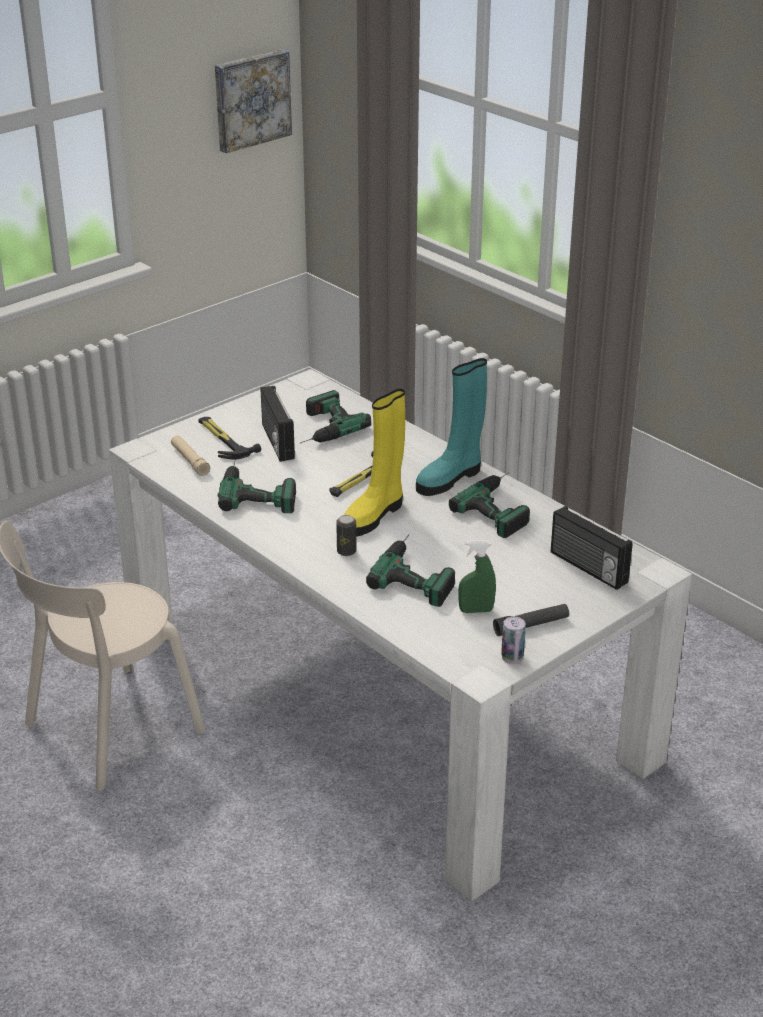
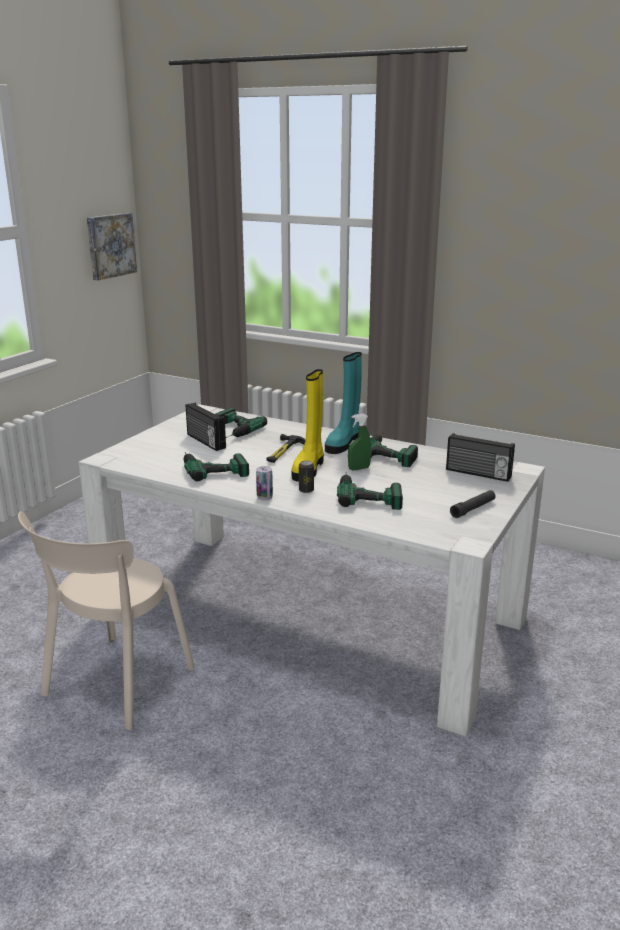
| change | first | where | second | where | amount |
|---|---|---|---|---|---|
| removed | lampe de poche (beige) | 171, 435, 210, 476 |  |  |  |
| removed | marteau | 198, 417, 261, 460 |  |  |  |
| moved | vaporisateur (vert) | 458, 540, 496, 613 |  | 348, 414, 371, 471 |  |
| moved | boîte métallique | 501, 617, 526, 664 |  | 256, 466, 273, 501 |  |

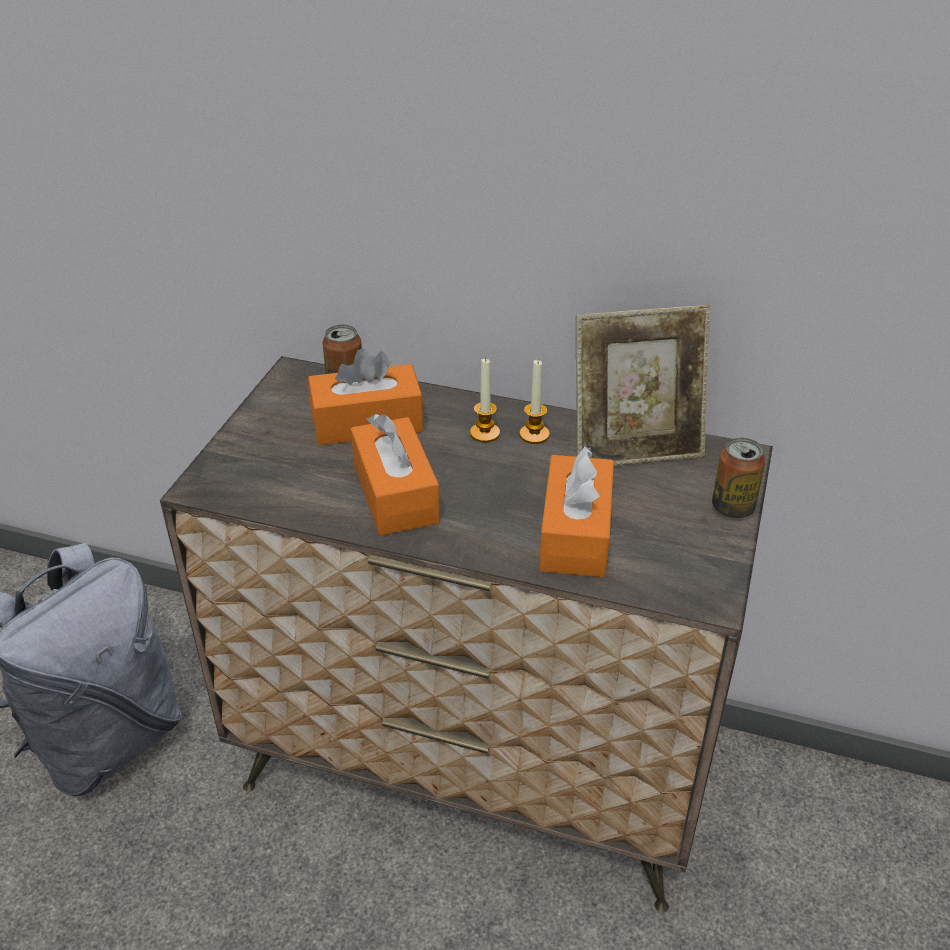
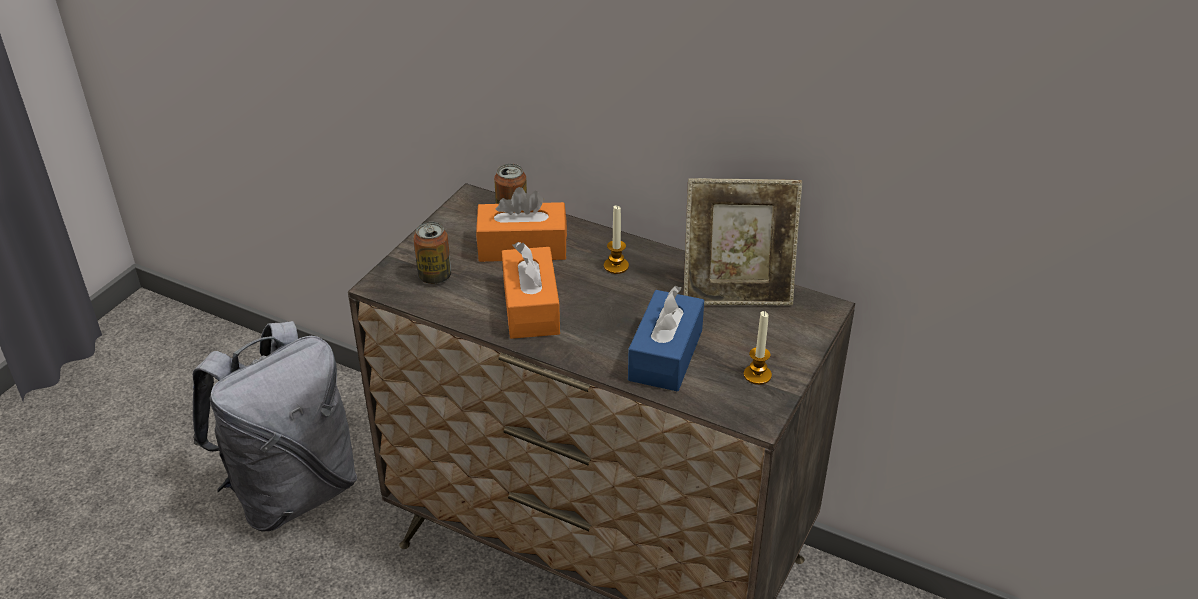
| change | first | where | second | where | amount |
|---|---|---|---|---|---|
| moved | bougie | 519, 360, 550, 444 |  | 744, 311, 772, 385 |  |
| recoloured | boîte à mouchoirs (orange) | 539, 446, 614, 577 | boîte à mouchoirs (bleu) | 628, 286, 704, 392 |  |
| moved | boîte métallique | 712, 438, 766, 518 |  | 414, 222, 451, 284 |  |

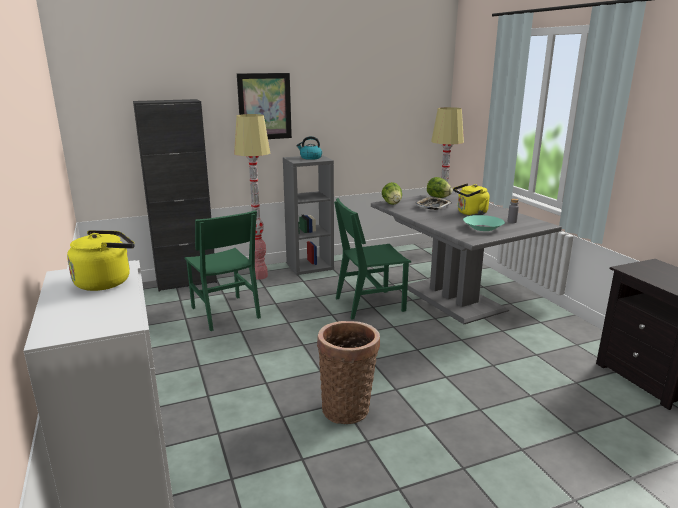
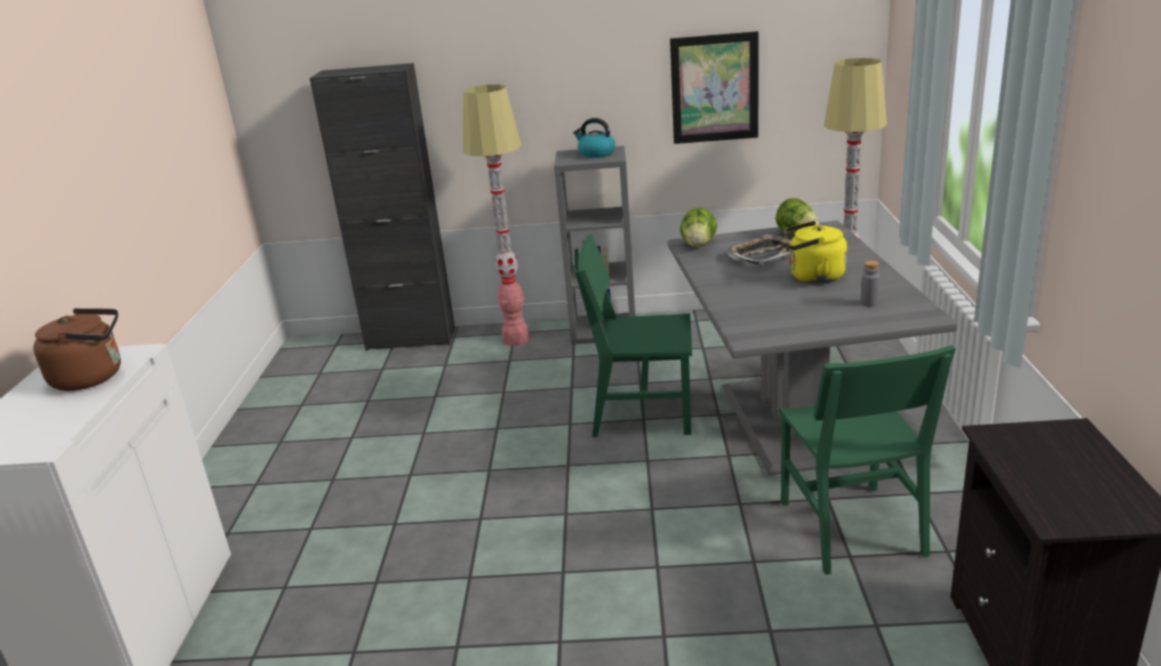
| change | first | where | second | where | amount |
|---|---|---|---|---|---|
| recoloured | bouilloire (jaune) | 67, 230, 135, 291 | bouilloire (marron) | 33, 308, 121, 391 |  |
| moved | chaise (vert) | 185, 210, 261, 331 |  | 779, 345, 956, 575 |  |
| moved | tableau | 237, 73, 292, 139 |  | 670, 31, 759, 144 |  |
| removed | panier | 317, 321, 380, 424 |  |  |  |
| removed | bol (turquoise) | 463, 215, 505, 231 |  |  |  |

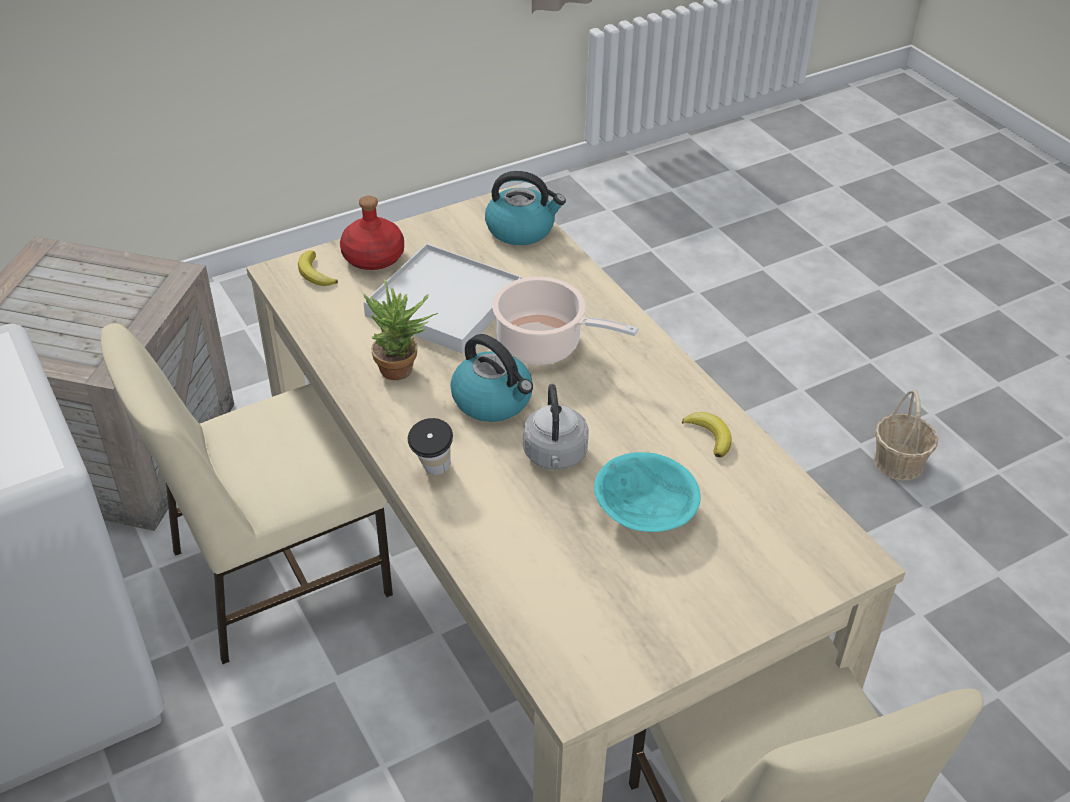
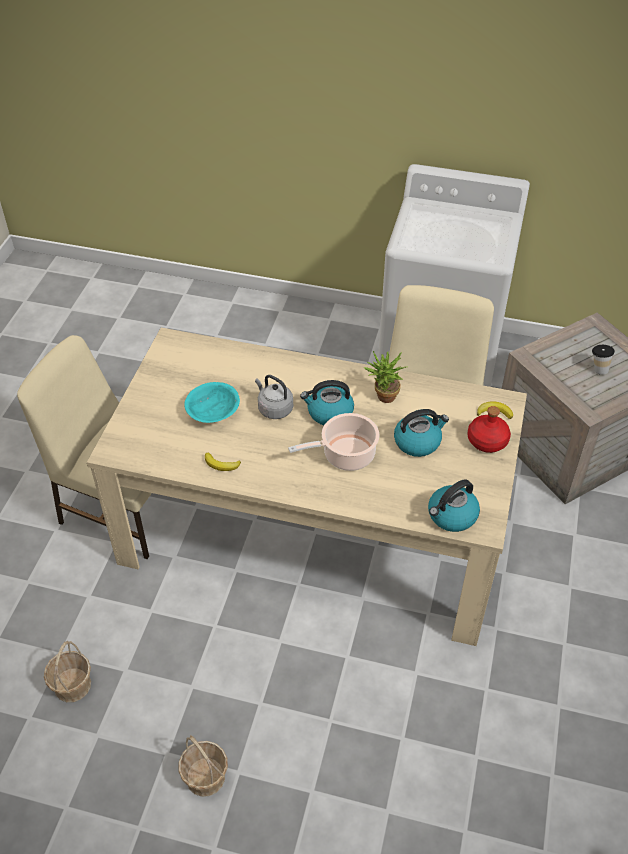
| change | first | where | second | where | amount |
|---|---|---|---|---|---|
| replaced | plateau (blanc) | 364, 243, 521, 354 | bouilloire | 394, 409, 449, 457 |  |
| moved | tasse | 408, 418, 453, 475 |  | 592, 345, 615, 375 |  |
| added |  |  | panier | 44, 641, 91, 702 |  |

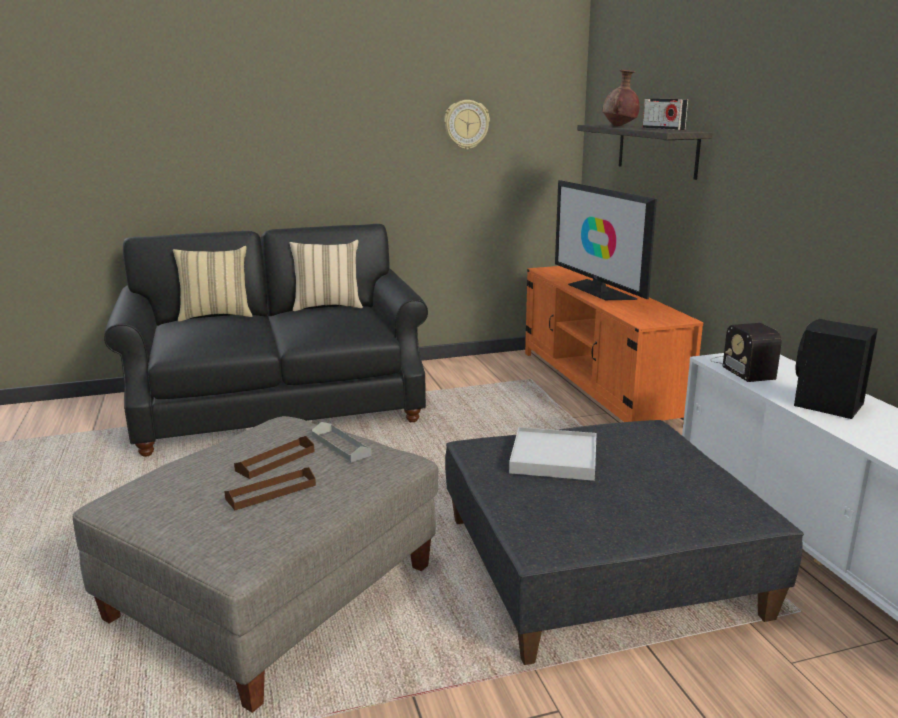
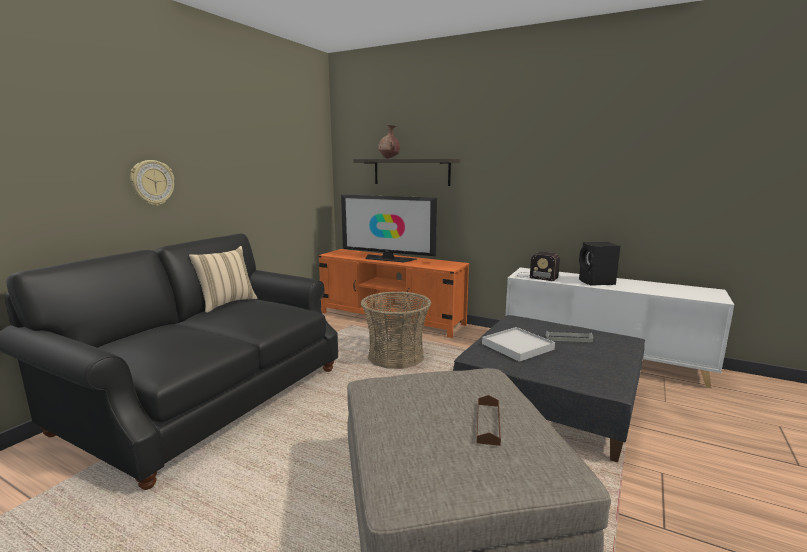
| change | first | where | second | where | amount |
|---|---|---|---|---|---|
| removed | coussin (beige) | 173, 246, 253, 322 |  |  |  |
| removed | plateau (marron) | 234, 436, 315, 479 |  |  |  |
| moved | plateau (gris) | 312, 422, 372, 463 |  | 546, 331, 593, 342 |  |
| moved | horloge murale | 444, 100, 490, 150 |  | 130, 160, 174, 206 |  |
| removed | radio | 643, 99, 688, 130 |  |  |  |
| added |  |  | panier | 360, 291, 431, 369 |  |

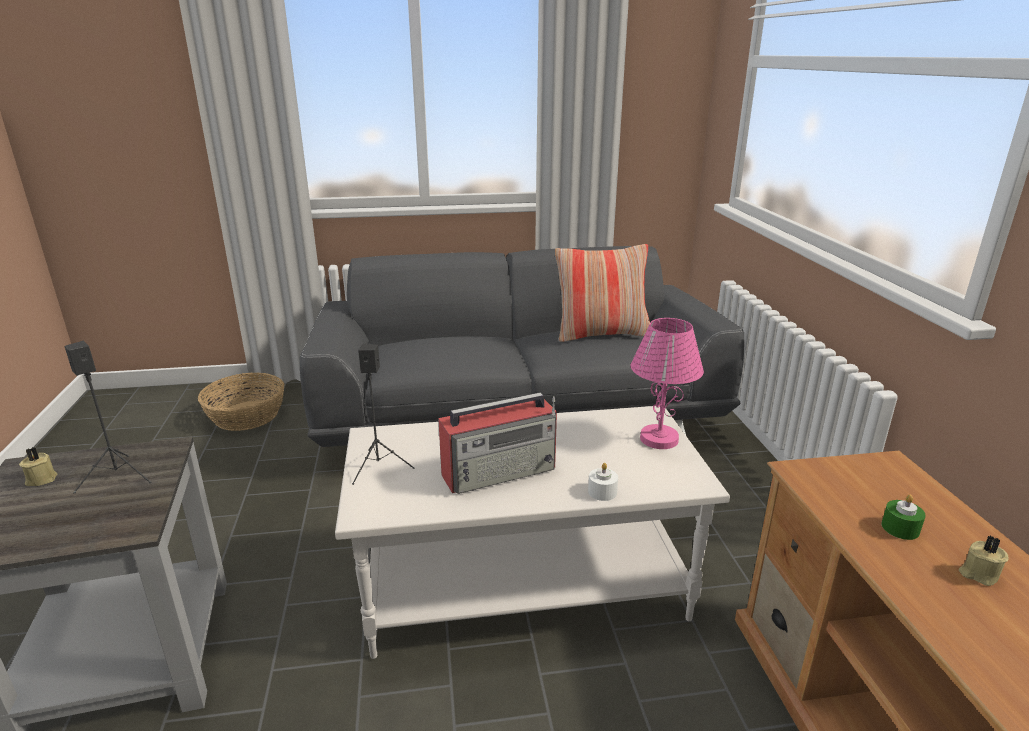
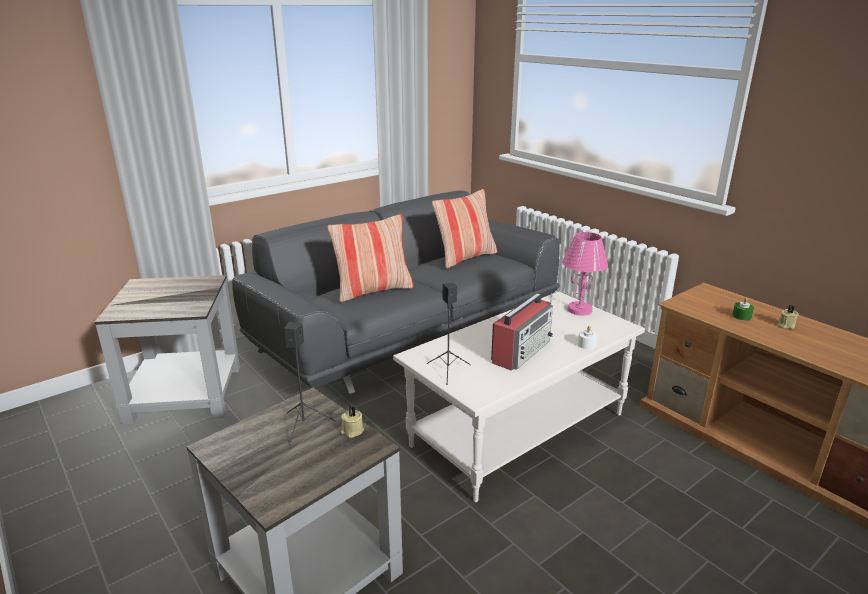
| change | first | where | second | where | amount |
|---|---|---|---|---|---|
| moved | bougie (beige) | 19, 447, 57, 486 |  | 340, 406, 364, 438 |  |
| replaced | panier | 198, 373, 284, 431 | table d'appoint (gris) | 95, 275, 240, 424 |  |
| added |  |  | coussin | 328, 214, 414, 302 |  |

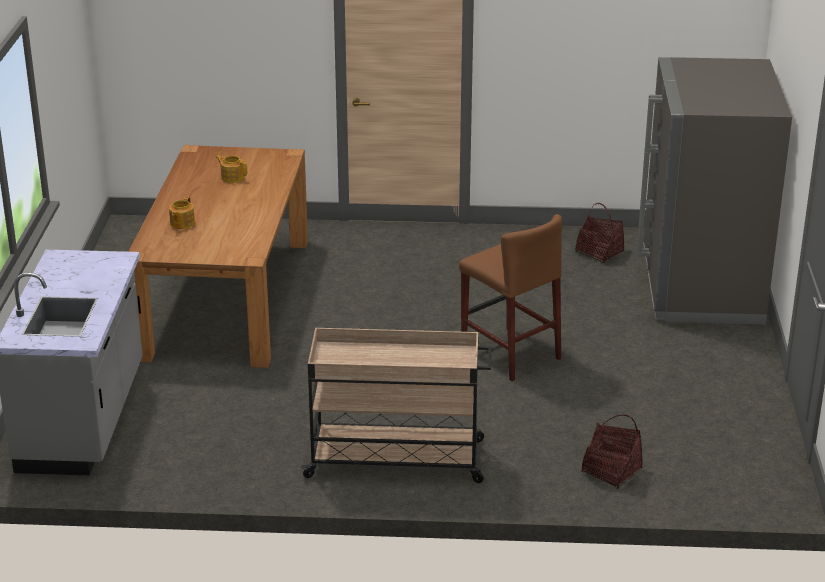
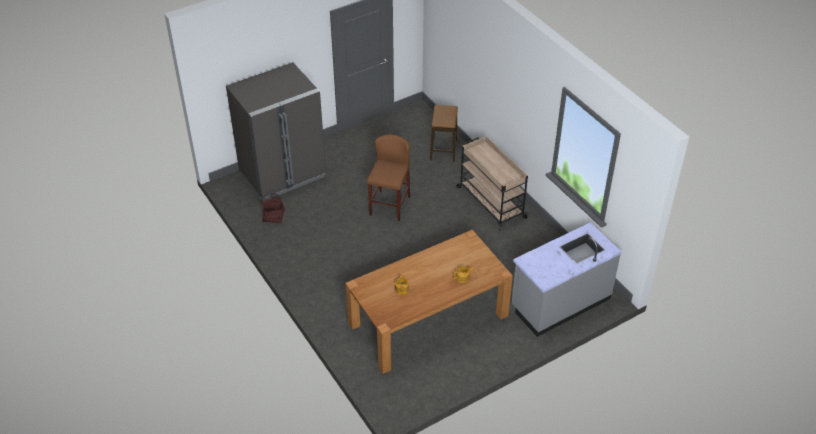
| change | first | where | second | where | amount |
|---|---|---|---|---|---|
| replaced | panier | 581, 415, 643, 489 | tabouret | 430, 105, 458, 162 |  |

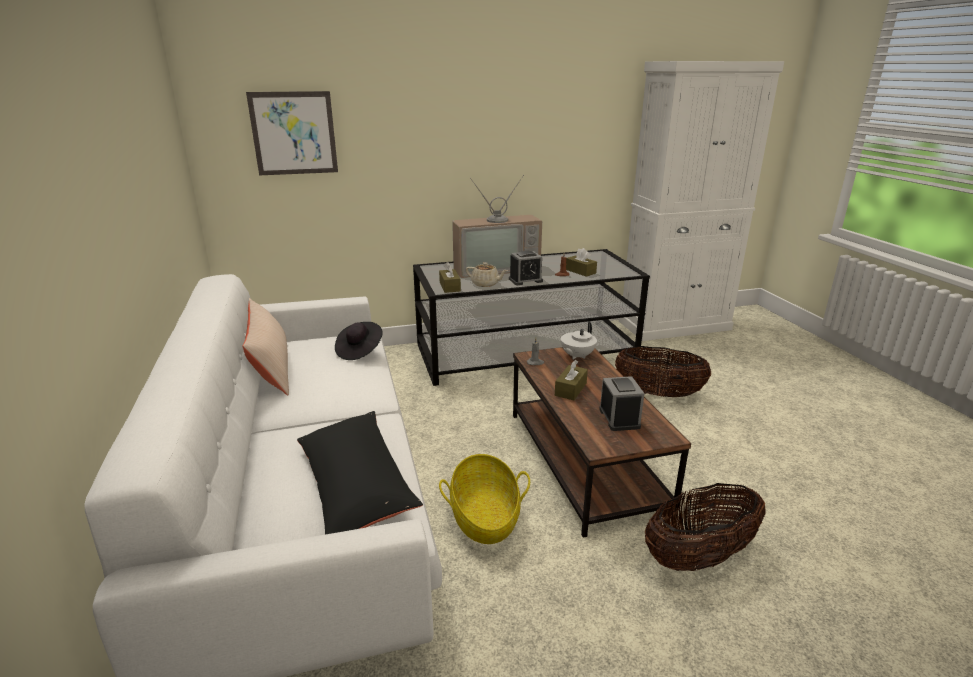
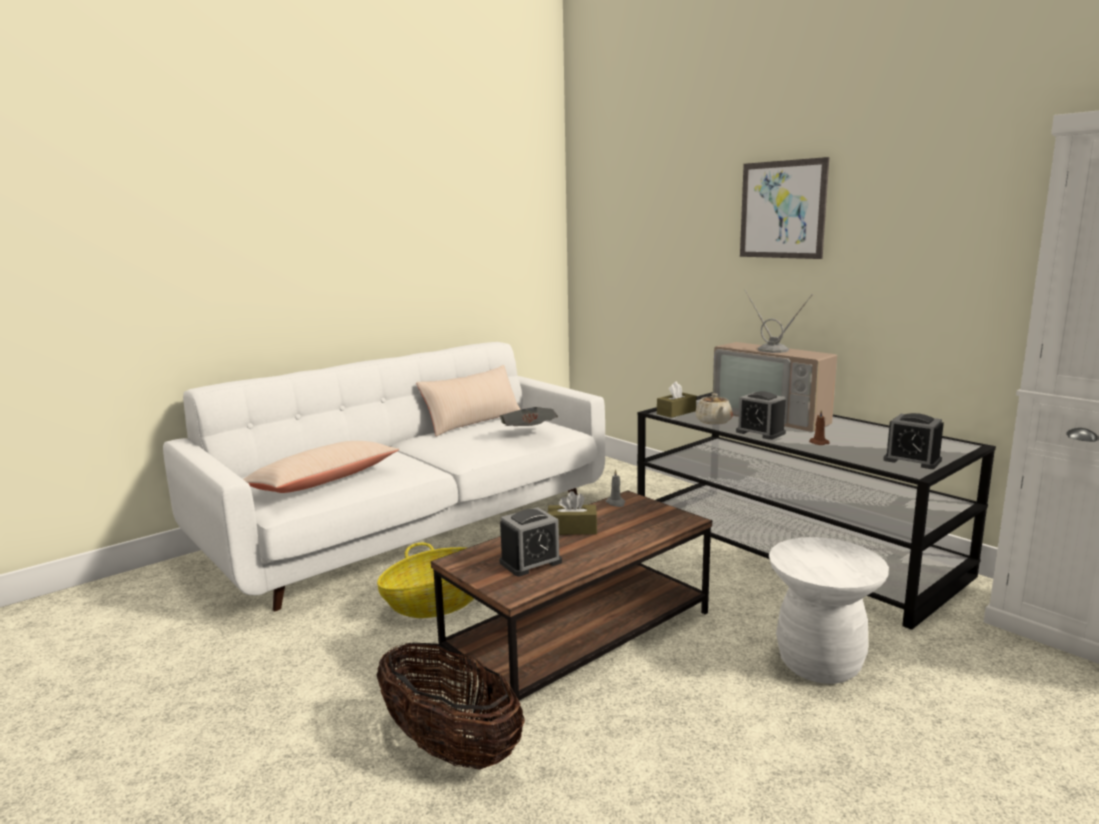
| change | first | where | second | where | amount |
|---|---|---|---|---|---|
| moved | tableau | 246, 91, 338, 175 |  | 740, 157, 829, 259 |  |
| recoloured | coussin (noir) | 297, 411, 423, 535 | coussin (beige) | 243, 441, 399, 493 |  |
| replaced | chapeau (noir) | 335, 322, 383, 360 | journal | 499, 407, 558, 426 |  |
| removed | théière (blanc) | 561, 321, 597, 360 |  |  |  |
| removed | boîte à mouchoirs (marron) | 566, 248, 597, 277 |  |  |  |
| replaced | panier | 615, 346, 711, 397 | tabouret (blanc) | 769, 537, 889, 684 |  |
| added |  |  | réveil | 883, 413, 944, 469 |  |

